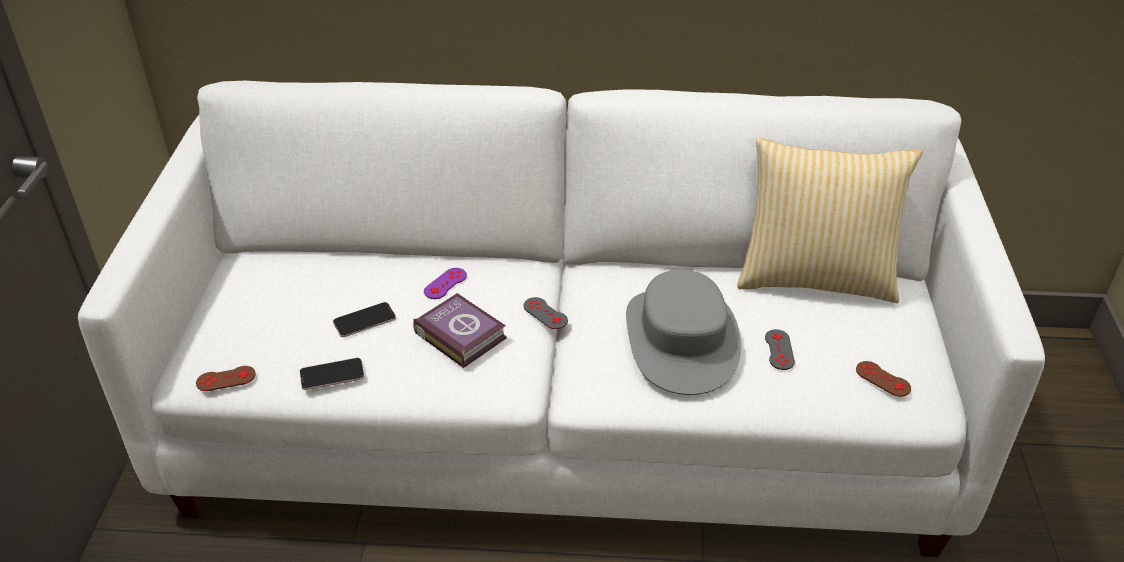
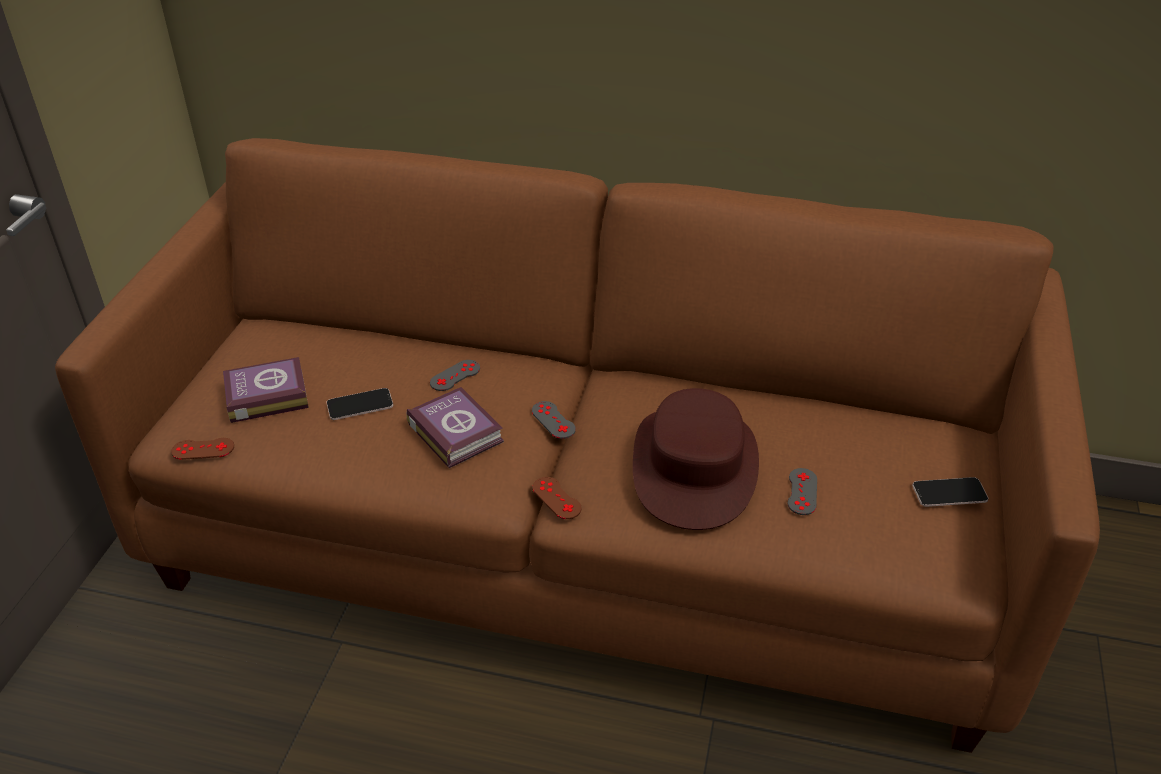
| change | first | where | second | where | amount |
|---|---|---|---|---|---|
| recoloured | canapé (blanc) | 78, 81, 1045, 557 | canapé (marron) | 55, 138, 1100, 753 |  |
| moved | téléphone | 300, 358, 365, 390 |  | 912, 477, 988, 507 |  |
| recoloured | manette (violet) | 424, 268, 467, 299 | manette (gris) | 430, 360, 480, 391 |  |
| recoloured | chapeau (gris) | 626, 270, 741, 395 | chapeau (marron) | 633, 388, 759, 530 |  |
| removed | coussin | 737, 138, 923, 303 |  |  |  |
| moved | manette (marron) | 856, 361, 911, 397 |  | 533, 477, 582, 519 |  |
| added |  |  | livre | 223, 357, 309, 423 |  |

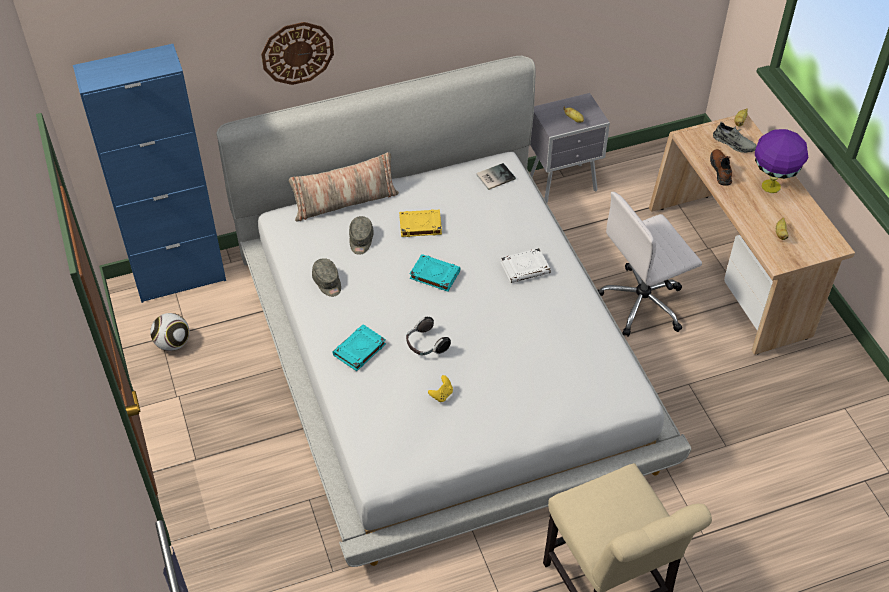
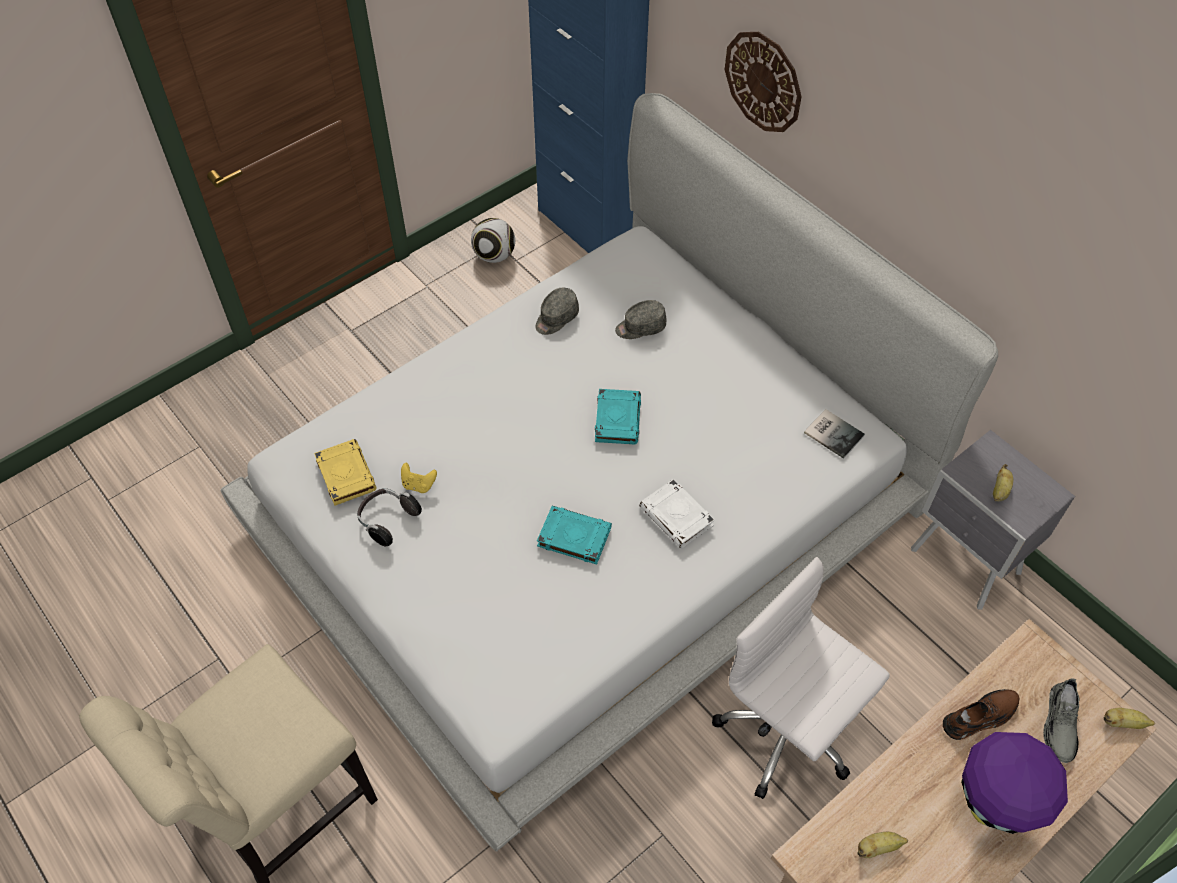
| change | first | where | second | where | amount |
|---|---|---|---|---|---|
| removed | coussin | 289, 152, 399, 222 |  |  |  |
| moved | livre (turquoise) | 332, 324, 386, 371 |  | 537, 506, 612, 564 |  |
| moved | livre (jaune) | 399, 209, 442, 237 |  | 314, 439, 376, 506 |  |
| moved | casque audio | 406, 317, 451, 355 |  | 357, 488, 422, 546 |  |

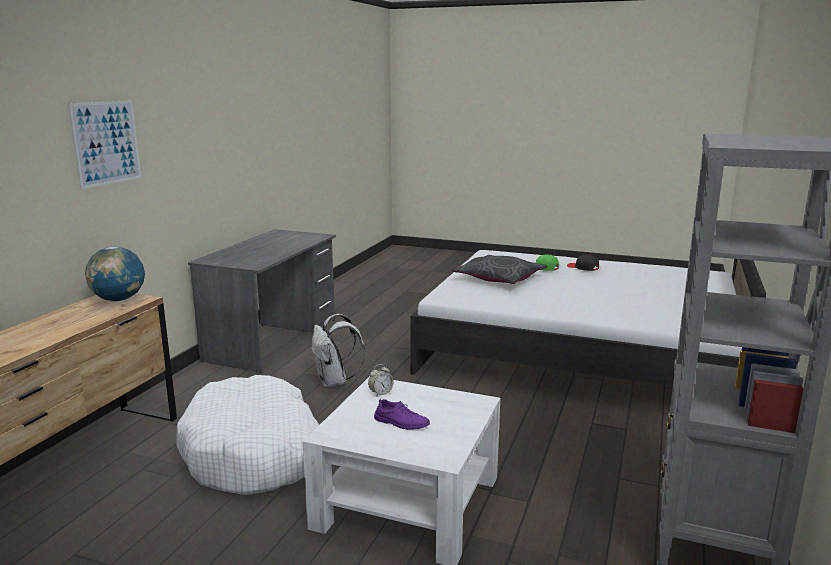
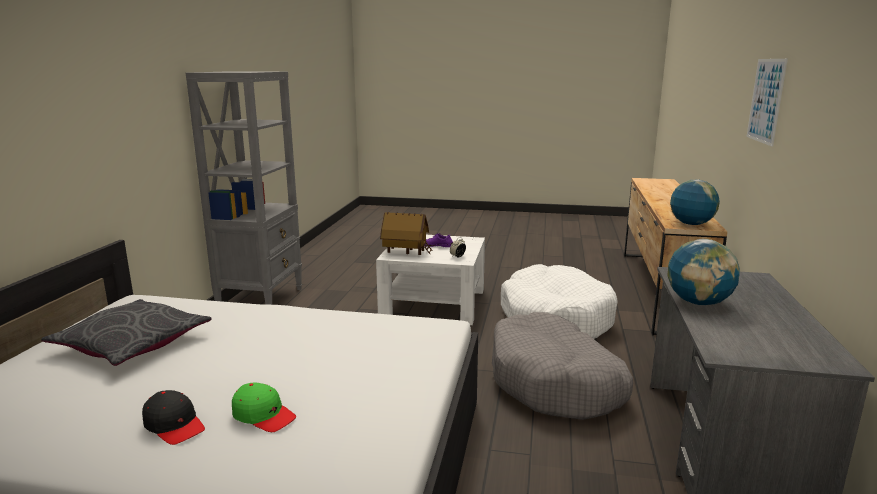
| change | first | where | second | where | amount |
|---|---|---|---|---|---|
| replaced | sac à dos (blanc) | 312, 314, 365, 387 | panier pour chien (gris) | 492, 312, 633, 420 |  |
| moved | coussin (gris) | 452, 255, 548, 284 |  | 41, 299, 211, 366 |  |
| added |  |  | maison miniature | 380, 212, 433, 255 |  |
| added |  |  | globe | 667, 239, 740, 305 |  |

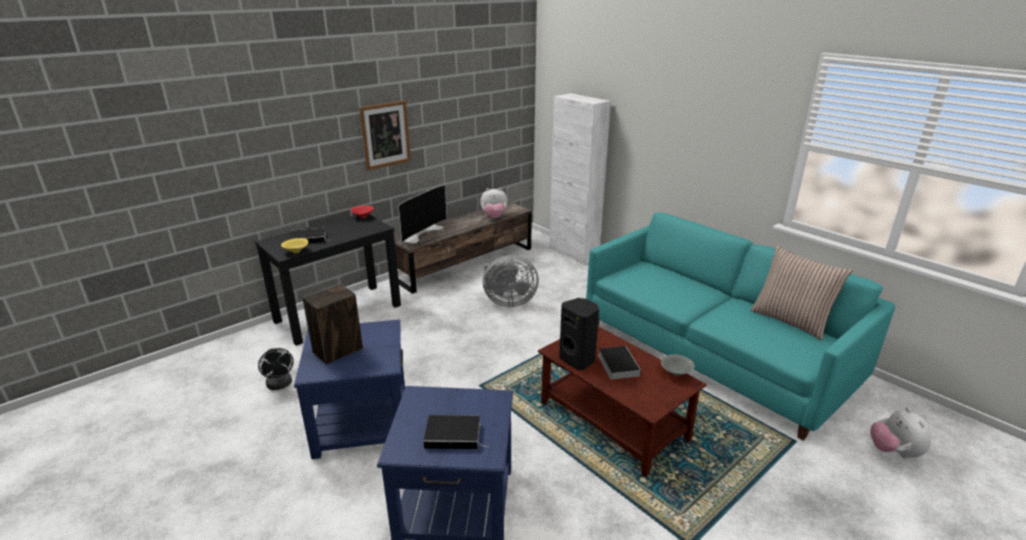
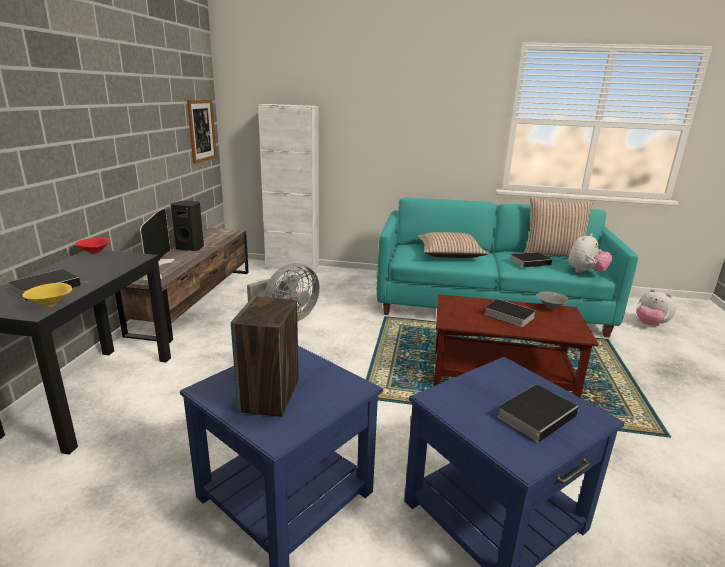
| change | first | where | second | where | amount |
|---|---|---|---|---|---|
| removed | ventilateur (noir) | 258, 348, 294, 390 |  |  |  |
| moved | tableau | 359, 101, 411, 170 |  | 187, 100, 217, 164 |  |
| moved | peluche | 480, 188, 508, 218 |  | 569, 233, 612, 273 |  |
| moved | enceinte (noir) | 559, 298, 599, 370 |  | 171, 200, 204, 251 |  |
| added |  |  | coussin | 417, 232, 488, 258 |  |
| added |  |  | livre | 511, 252, 552, 268 |  |

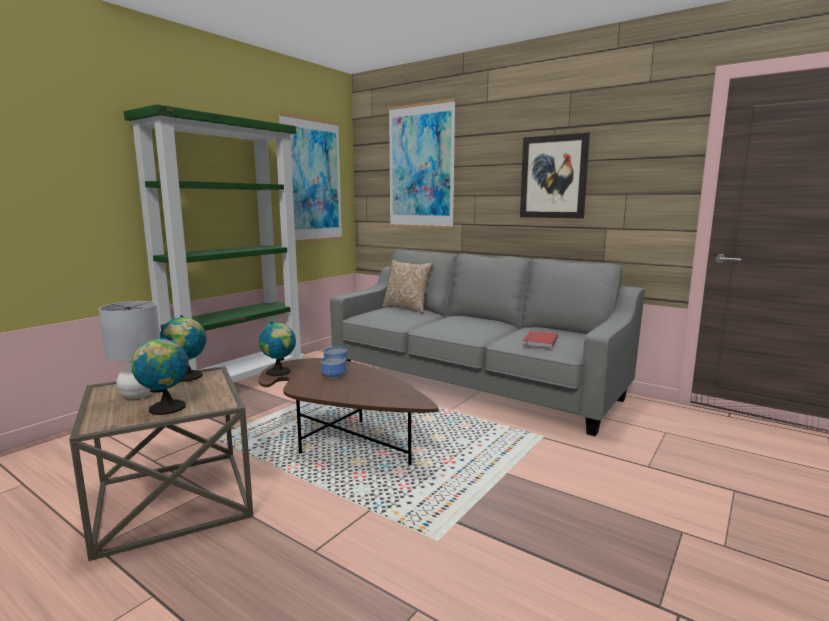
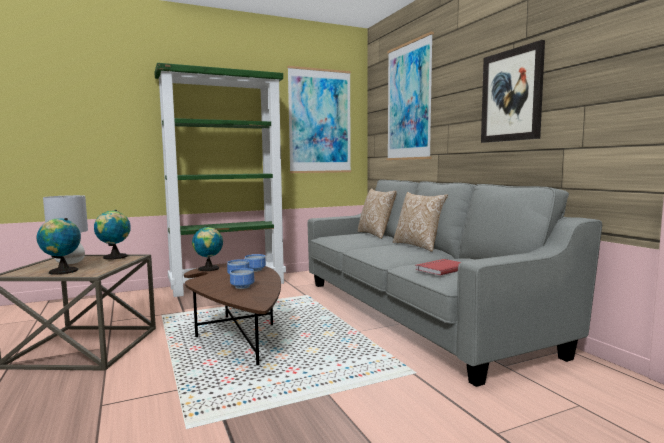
| change | first | where | second | where | amount |
|---|---|---|---|---|---|
| added |  |  | bol | 230, 268, 254, 289 |  |
| added |  |  | coussin | 393, 192, 448, 252 |  |

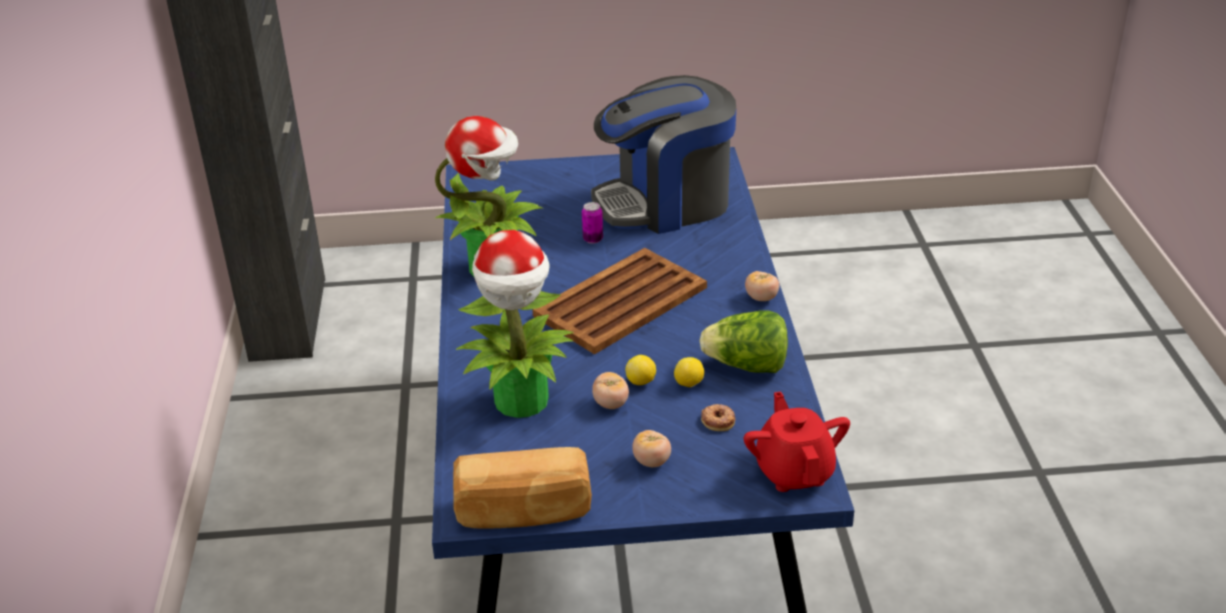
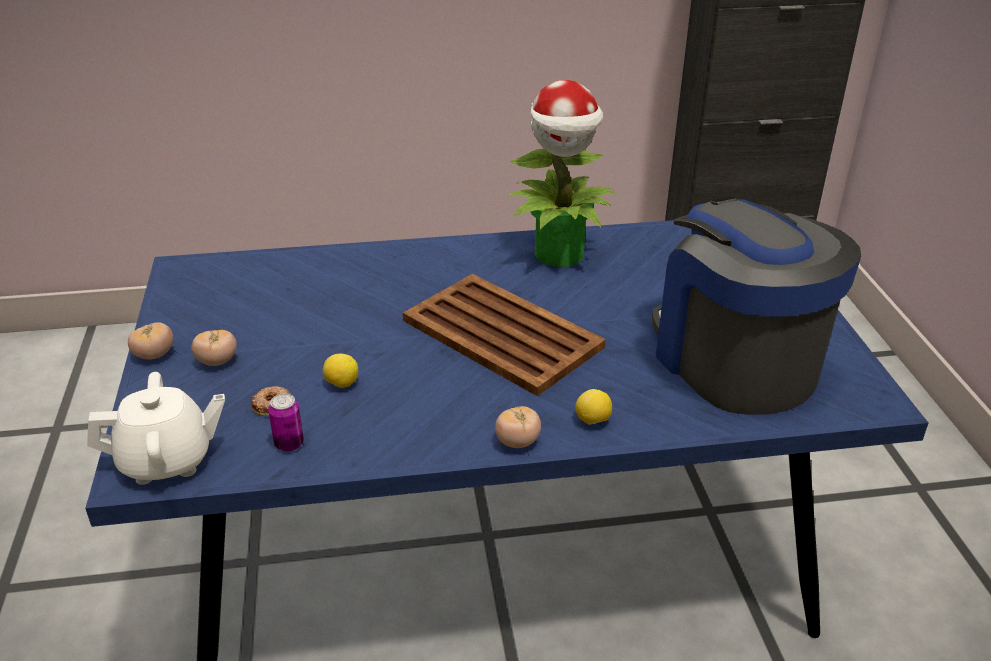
| change | first | where | second | where | amount |
|---|---|---|---|---|---|
| removed | pain | 453, 447, 592, 529 |  |  |  |
| removed | plante en pot | 456, 230, 574, 418 |  |  |  |
| moved | boîte métallique | 582, 202, 603, 244 |  | 268, 394, 304, 452 |  |
| moved | tomate | 592, 372, 629, 409 |  | 128, 322, 174, 359 |  |
| moved | citron | 625, 355, 656, 385 |  | 575, 389, 612, 425 |  |
| removed | laitue | 700, 310, 788, 373 |  |  |  |
| recoloured | théière (rouge) | 744, 391, 850, 492 | théière (blanc) | 87, 372, 225, 485 |  |

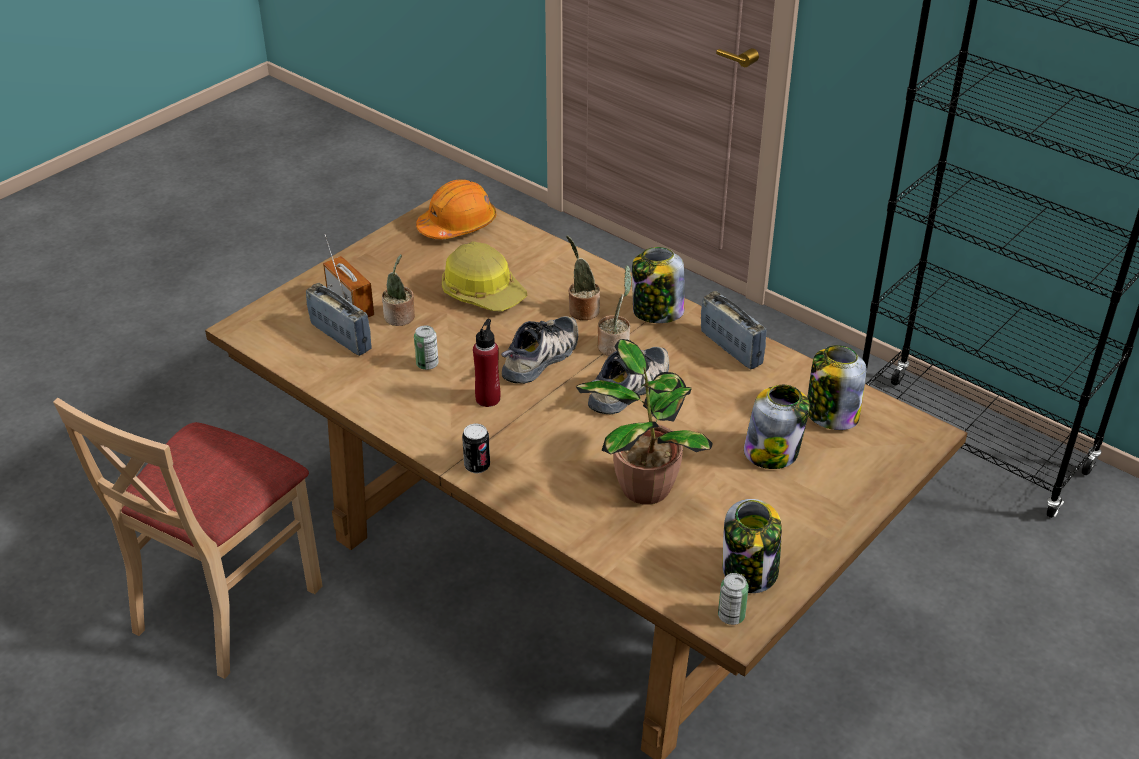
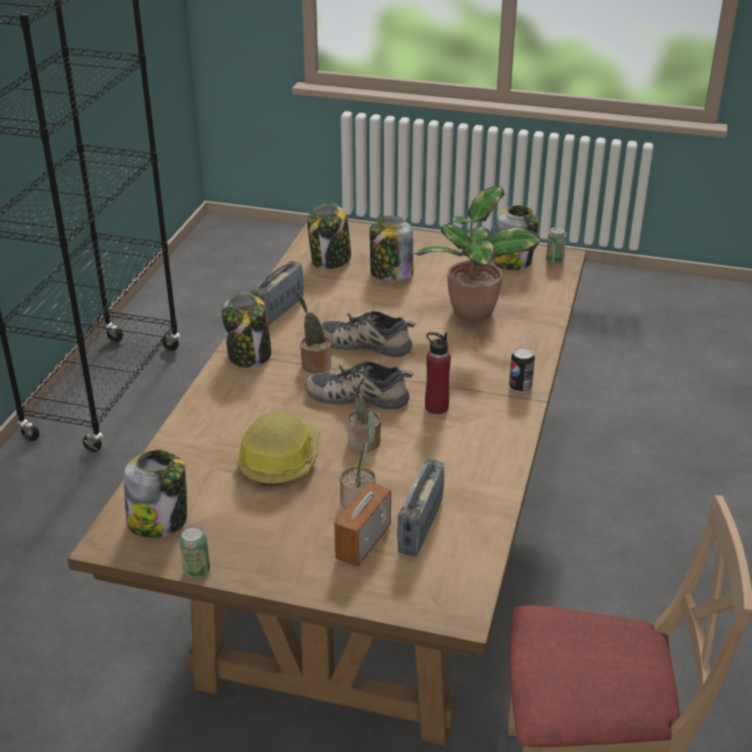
| change | first | where | second | where | amount |
|---|---|---|---|---|---|
| moved | boîte métallique | 414, 325, 439, 370 |  | 180, 526, 210, 578 |  |
| replaced | casque de chantier (orange) | 416, 179, 496, 239 | bocal | 124, 450, 187, 538 |  |
| moved | plante en pot | 566, 235, 600, 320 |  | 347, 377, 381, 451 |  |

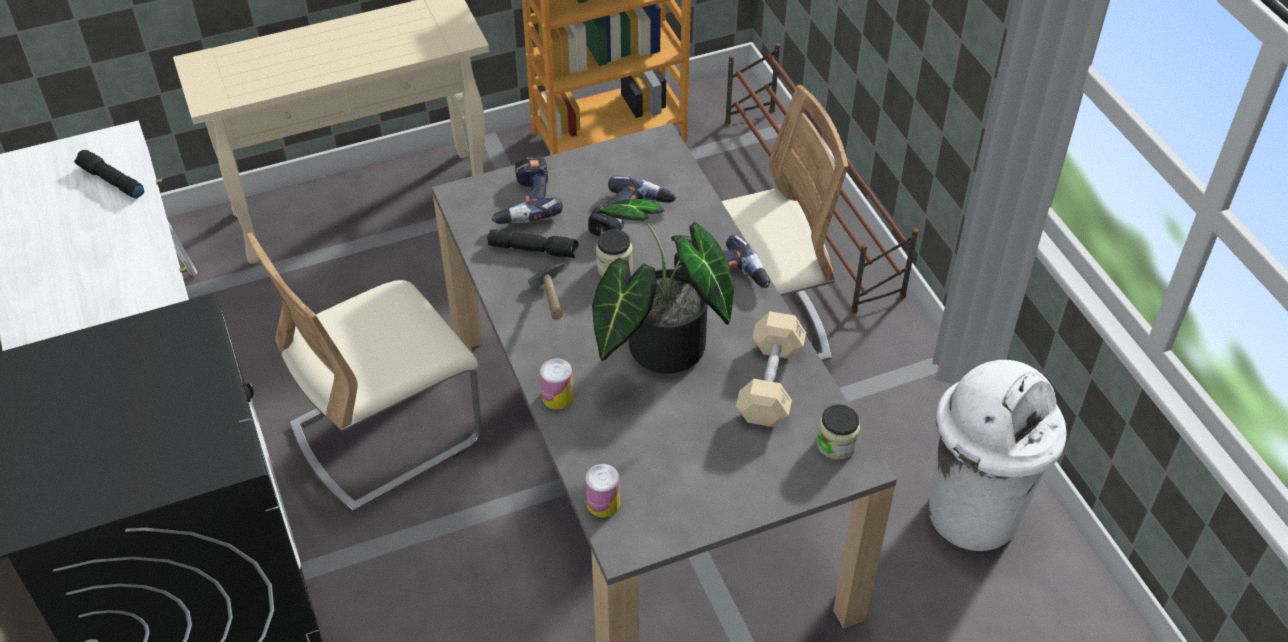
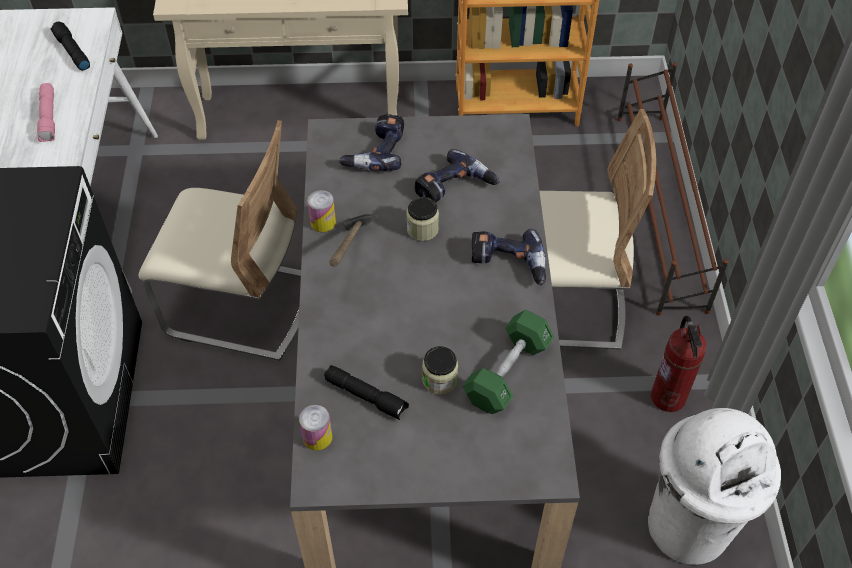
| change | first | where | second | where | amount |
|---|---|---|---|---|---|
| turned | chaise (beige) | 247, 232, 482, 512 |  | 139, 120, 301, 360 | 150 degrees counterclockwise |
| moved | lampe de poche (noir) | 487, 229, 578, 258 |  | 324, 365, 409, 420 |  |
| moved | boîte métallique | 540, 358, 574, 410 |  | 307, 190, 336, 232 |  |
| removed | plante en pot | 592, 198, 734, 374 |  |  |  |
| recoloured | haltère (beige) | 736, 311, 806, 427 | haltère (vert) | 462, 310, 554, 414 |  |
| moved | bocal | 817, 404, 860, 460 |  | 422, 346, 458, 395 |  |
| added |  |  | lampe de poche (rose) | 37, 83, 55, 142 |  |
| added |  |  | extincteur | 651, 316, 707, 412 |  |

